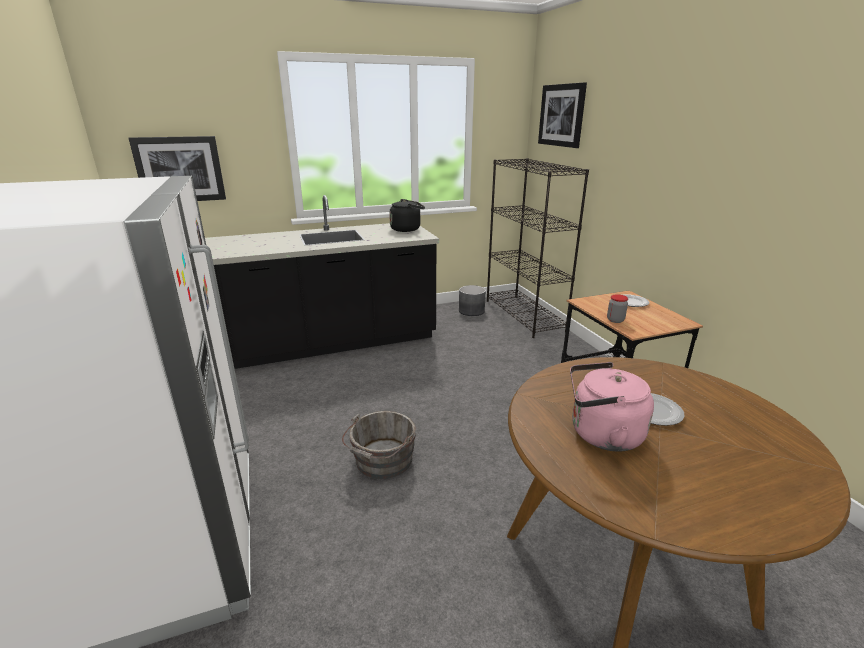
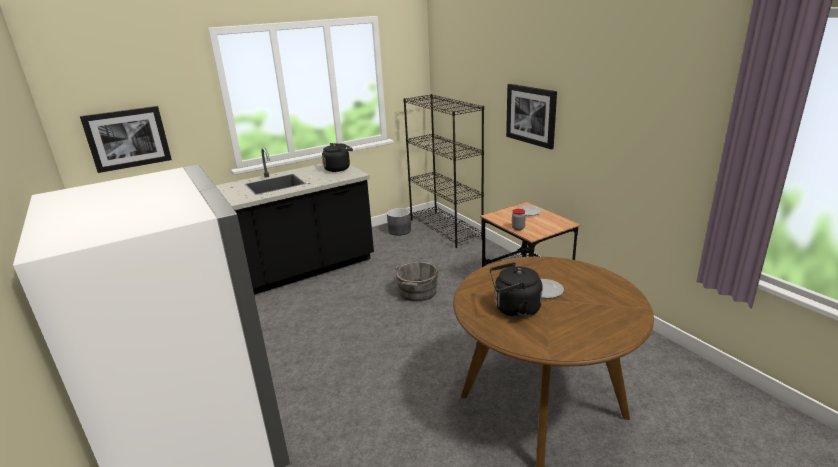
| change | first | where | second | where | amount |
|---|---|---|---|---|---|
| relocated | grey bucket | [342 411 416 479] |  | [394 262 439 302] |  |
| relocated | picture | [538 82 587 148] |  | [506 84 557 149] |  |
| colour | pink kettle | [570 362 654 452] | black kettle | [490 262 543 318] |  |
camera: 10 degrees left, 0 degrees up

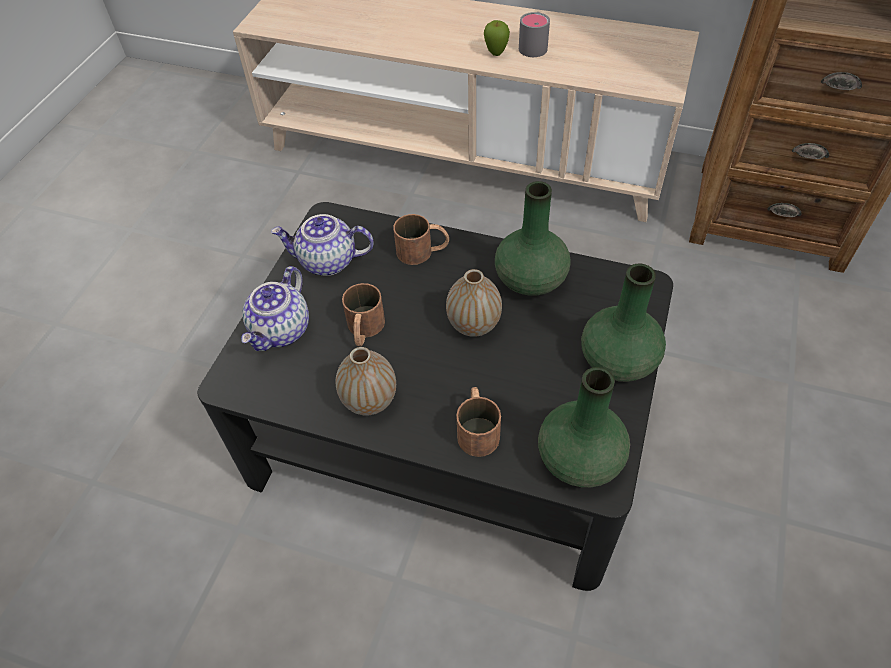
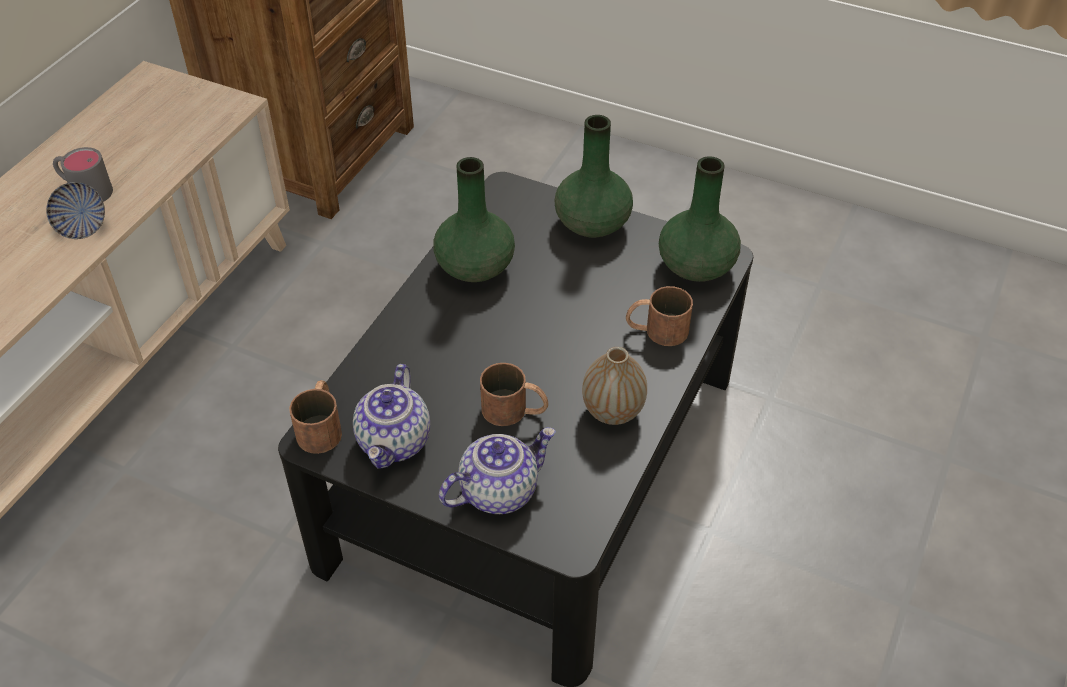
| change | first | where | second | where | amount |
|---|---|---|---|---|---|
| missing | vase | [446 269 502 337] |  |  |  |
| relocated | brown mug | [394 214 449 265] |  | [289 380 342 454] |  |
| exchanged | apple | [484 20 510 56] | bowl | [46 182 105 239] |  |
| spun | teapot | [241 266 309 351] |  | [439 427 556 514] | 60 degrees counterclockwise |
camera: 85 degrees left, 5 degrees down

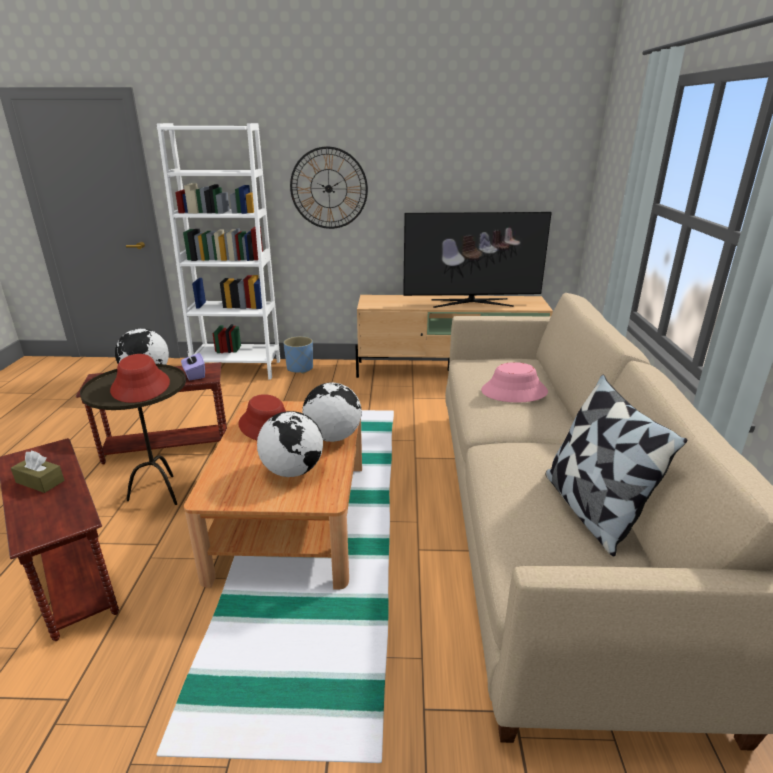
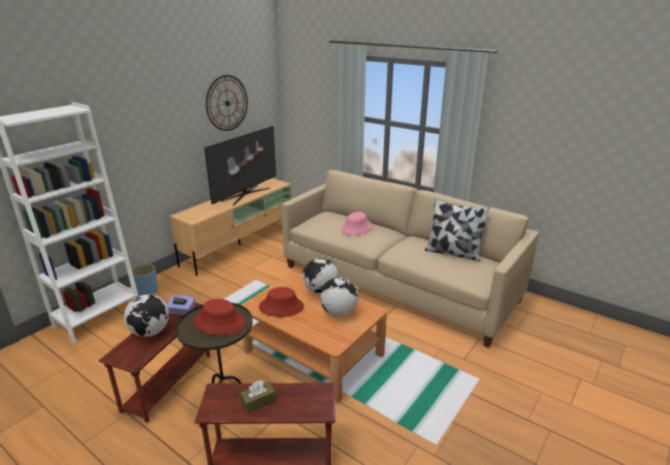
| change | first | where | second | where | amount |
|---|---|---|---|---|---|
| relocated | wall clock | [290 146 368 229] |  | [206 75 248 131] |  |
camera: 55 degrees left, 0 degrees up

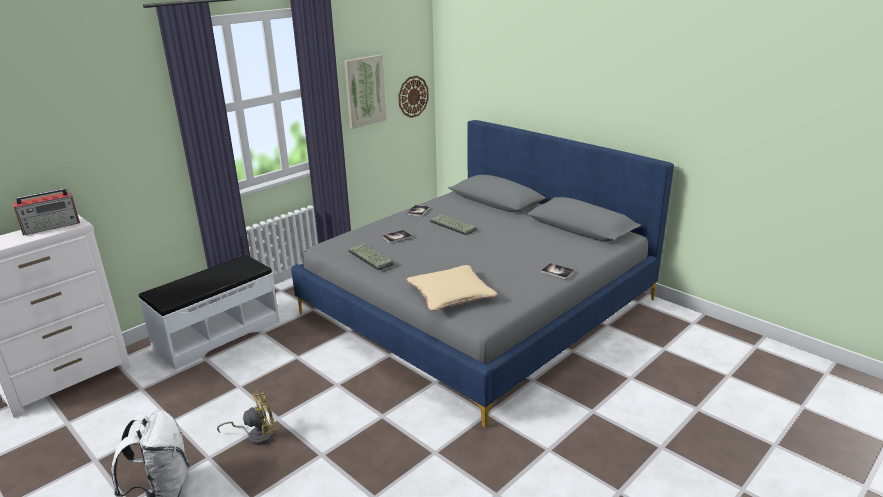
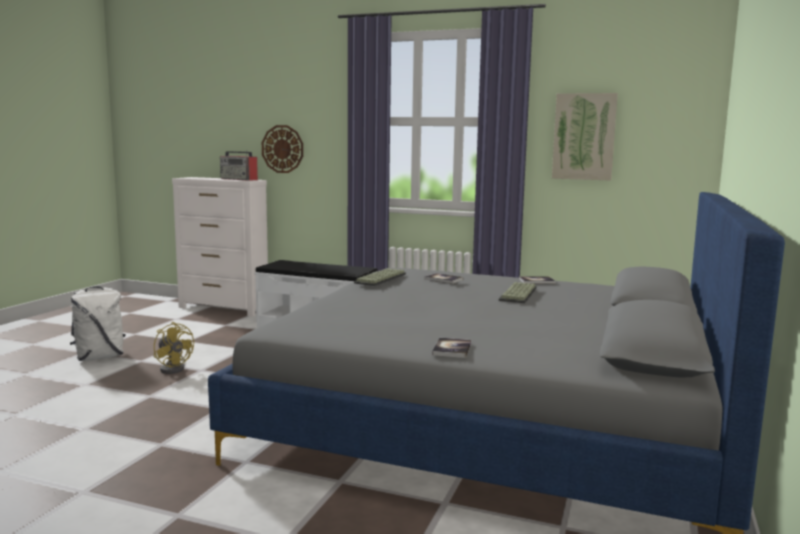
| change | first | where | second | where | amount |
|---|---|---|---|---|---|
| missing | beige pillow | [406 265 498 311] |  |  |  |
| relocated | wall clock | [399 76 429 118] |  | [262 125 303 173] |  |
camera: 65 degrees right, 15 degrees down

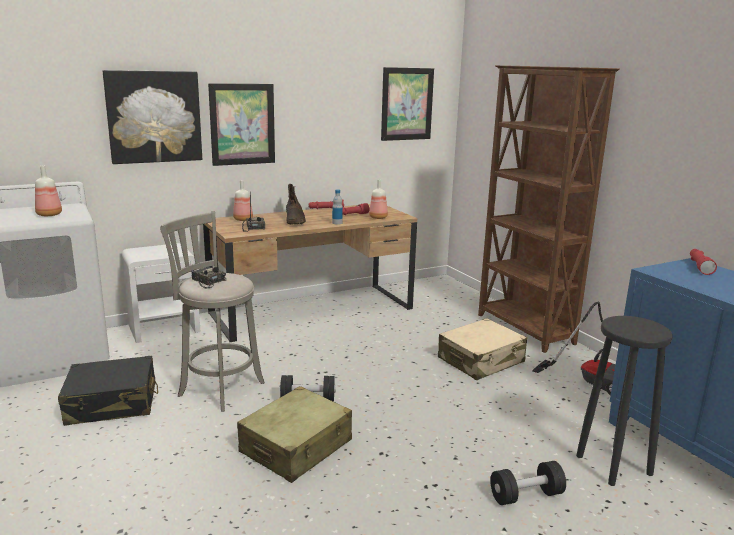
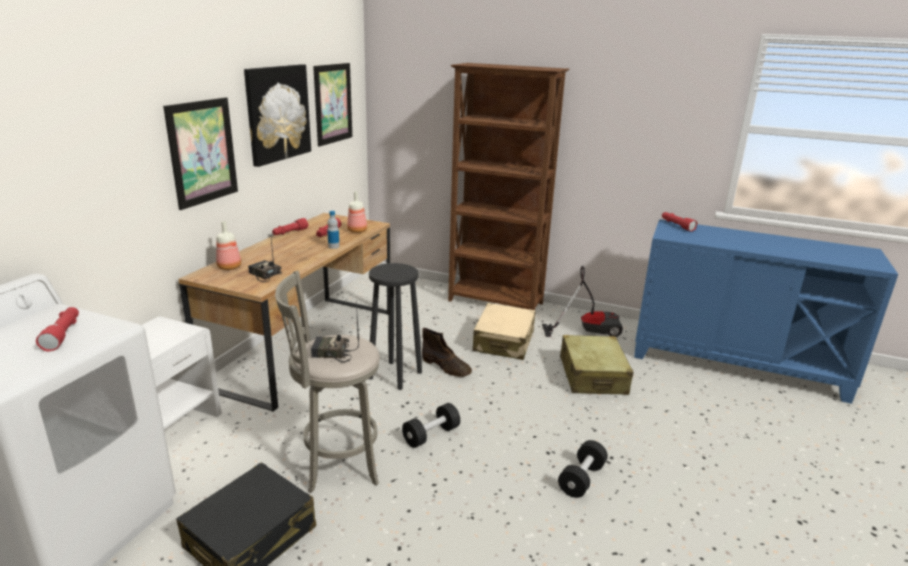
| change | first | where | second | where | amount |
|---|---|---|---|---|---|
| relocated | picture | [103 70 202 164] |  | [244 64 311 167] |  |
| relocated | beige suitcase | [237 386 352 483] |  | [560 335 633 395] |  |
| relocated | brown boot | [286 184 306 224] |  | [422 328 472 377] |  |
| relocated | black dumbbell | [490 461 566 505] |  | [558 440 608 498] |  |
| relocated | black stool | [576 316 673 486] |  | [369 263 422 390] |  |
| exchanged | bottle | [35 166 62 216] | red flashlight | [36 307 79 352] |  |
camera: 40 degrees left, 5 degrees up

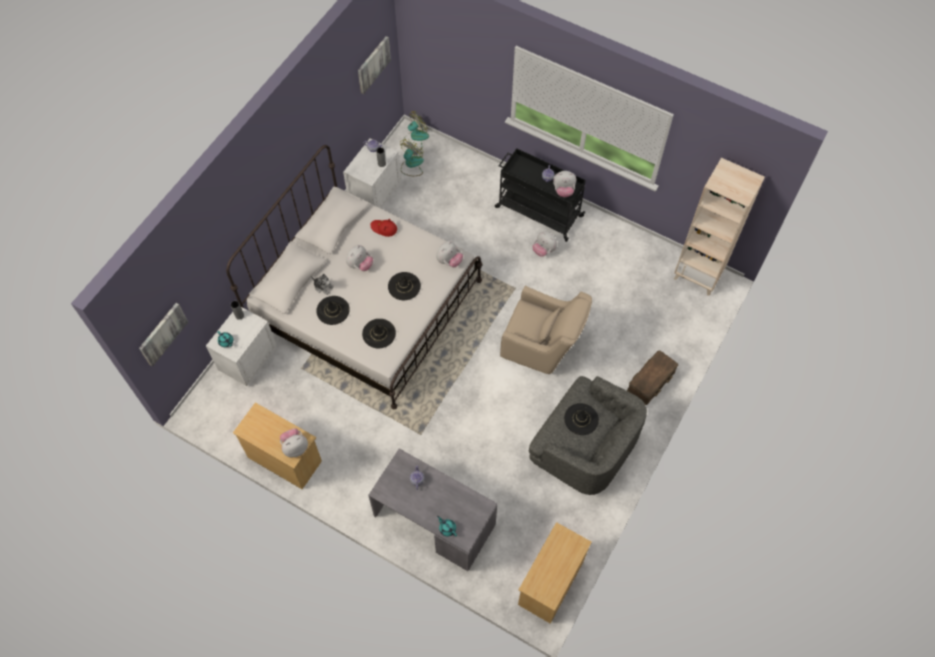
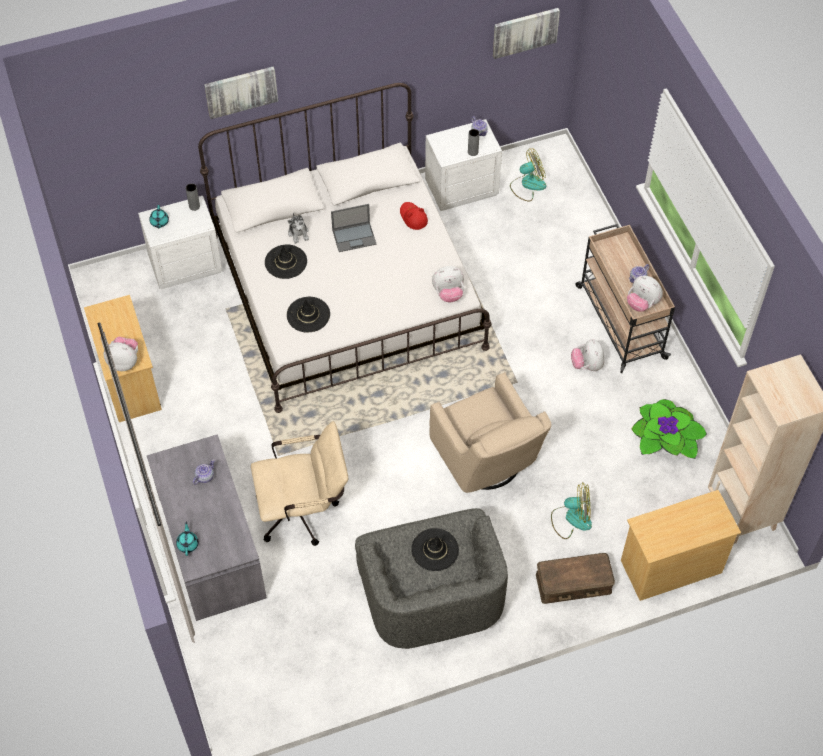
| change | first | where | second | where | amount |
|---|---|---|---|---|---|
| missing | black hat | [388 272 421 300] |  |  |  |
| appeared |  |  | beige office chair | [251 421 348 546] |  |
| appeared |  |  | potted plant | [632 399 707 459] |  |
| relocated | picture | [139 303 188 367] |  | [204 66 278 119] |  |
| relocated | fan | [403 111 429 145] |  | [551 482 592 539] |  |
| relocated | beige dresser | [518 522 592 624] |  | [621 490 741 601] |  |
| exchanged | plush toy | [346 245 373 271] | laptop | [331 204 377 252] |  |
| colour | black cart | [495 148 586 242] | beige cart | [575 224 675 373] |  |
camera: 40 degrees right, 5 degrees down

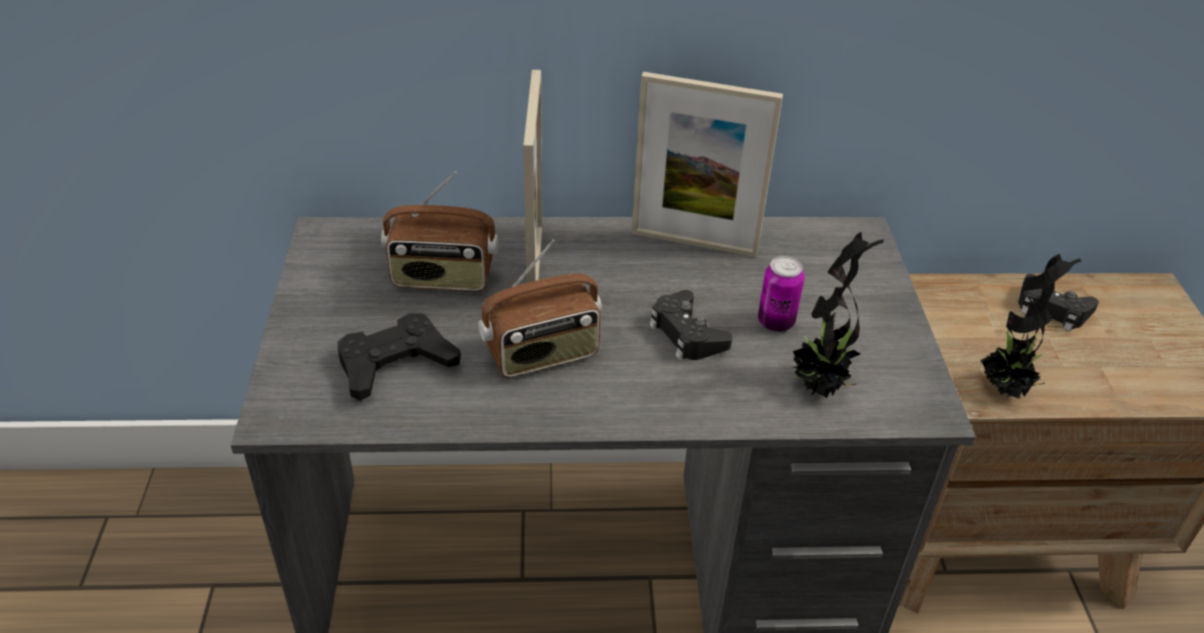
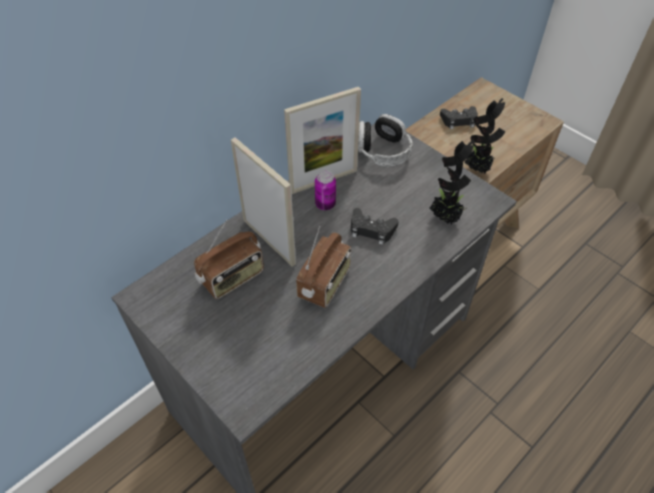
| change | first | where | second | where | amount |
|---|---|---|---|---|---|
| missing | black game controller | [337 313 461 401] |  |  |  |
| appeared |  |  | headphones | [358 114 413 167] |  |
| relocated | can | [758 256 805 332] |  | [315 171 336 210] |  |
camera: 40 degrees left, 10 degrees up

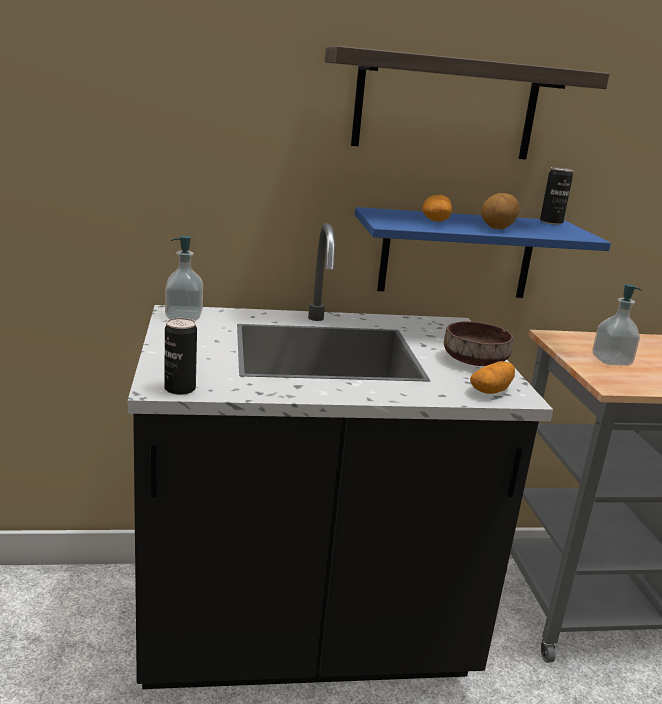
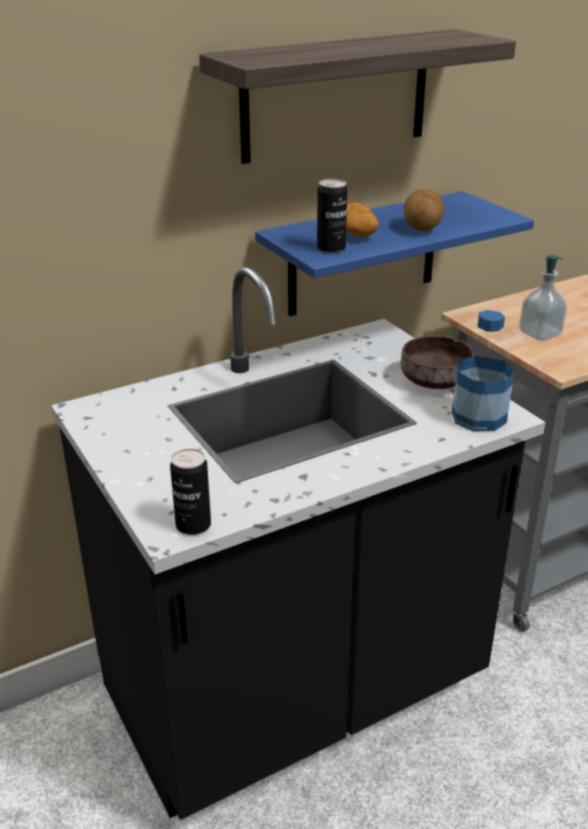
| change | first | where | second | where | amount |
|---|---|---|---|---|---|
| missing | soap dispenser | [165 236 203 321] |  |  |  |
| relocated | can | [540 167 573 225] |  | [317 179 347 253] |  |
| exchanged | potato | [470 361 515 394] | bottle | [452 310 514 431] |  |
camera: 20 degrees left, 10 degrees up

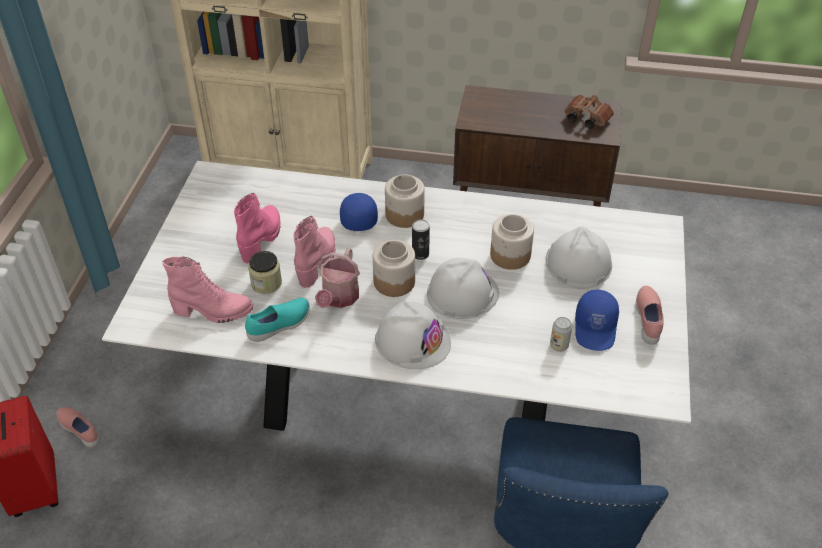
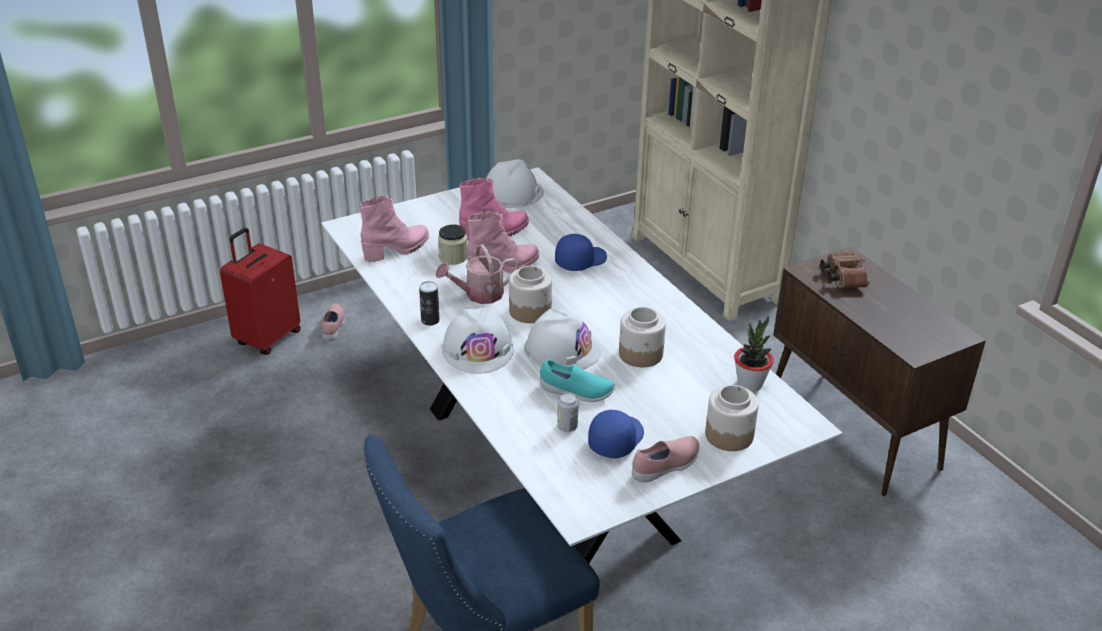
| change | first | where | second | where | amount |
|---|---|---|---|---|---|
| appeared |  |  | potted plant | [734 316 774 392] |  |
| relocated | turquoise shoe | [245 298 310 342] |  | [540 359 615 402] |  |
| relocated | jar | [385 174 425 228] |  | [705 385 759 451] |  |
| relocated | can | [412 220 430 260] |  | [419 281 440 326] |  |
| relocated | white hard hat | [546 226 612 289] |  | [486 159 544 208] |  |
| relocated | brown binoculars | [564 95 614 129] |  | [820 252 870 288] |  |
| spun | pink boot | [162 256 253 323] |  | [359 196 429 263] | 90 degrees counterclockwise |
| spun | blue cap | [575 290 619 351] |  | [588 410 644 458] | 150 degrees clockwise |
camera: 50 degrees right, 10 degrees down

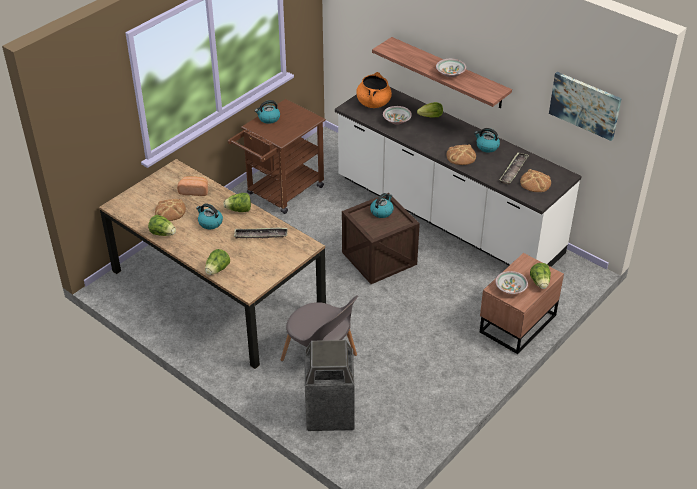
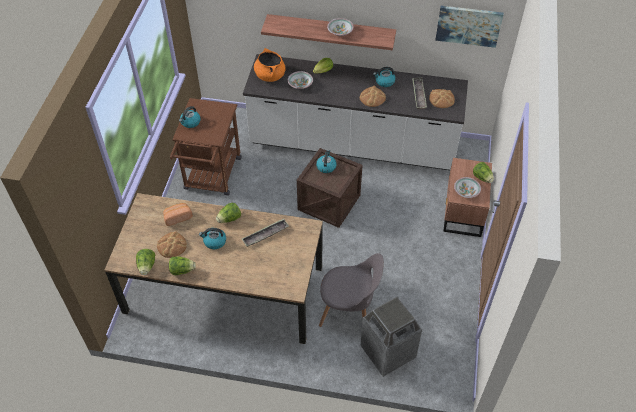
| change | first | where | second | where | amount |
|---|---|---|---|---|---|
| relocated | lettuce | [205 249 230 275] |  | [136 249 156 275] |  |
camera: 30 degrees left, 10 degrees up

